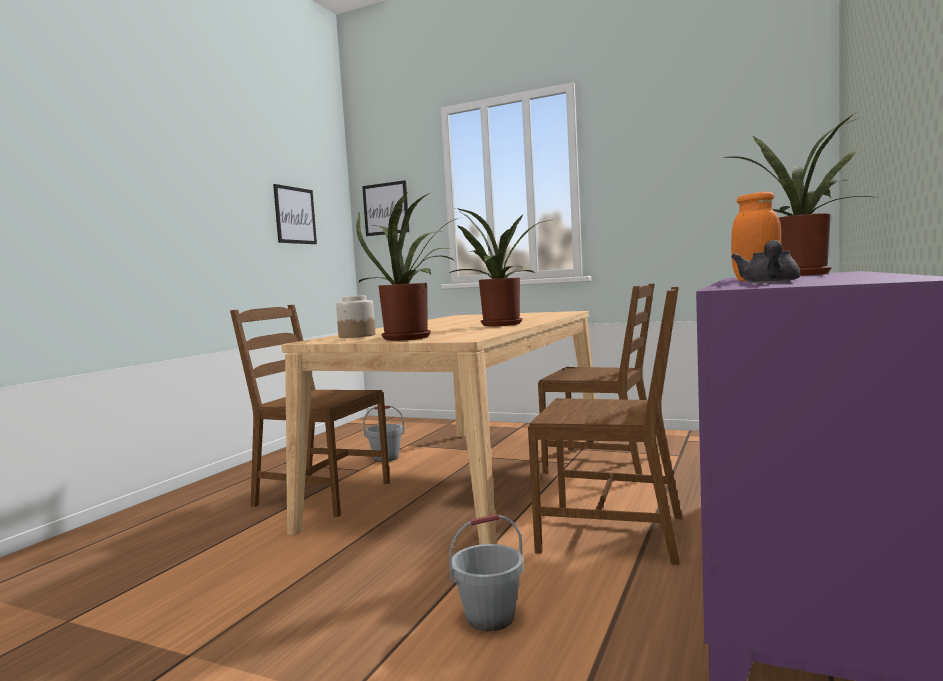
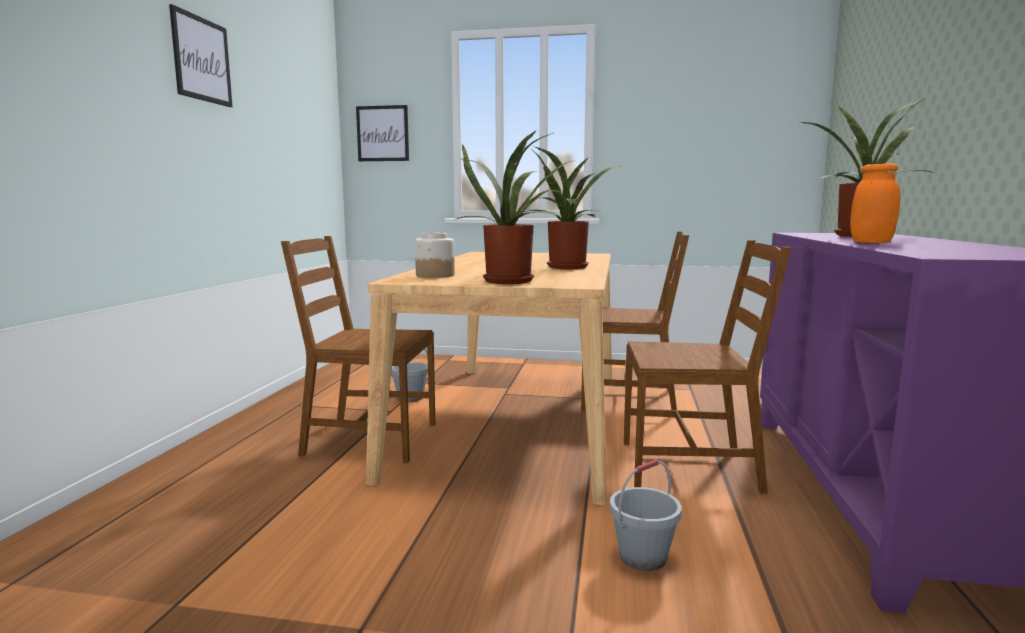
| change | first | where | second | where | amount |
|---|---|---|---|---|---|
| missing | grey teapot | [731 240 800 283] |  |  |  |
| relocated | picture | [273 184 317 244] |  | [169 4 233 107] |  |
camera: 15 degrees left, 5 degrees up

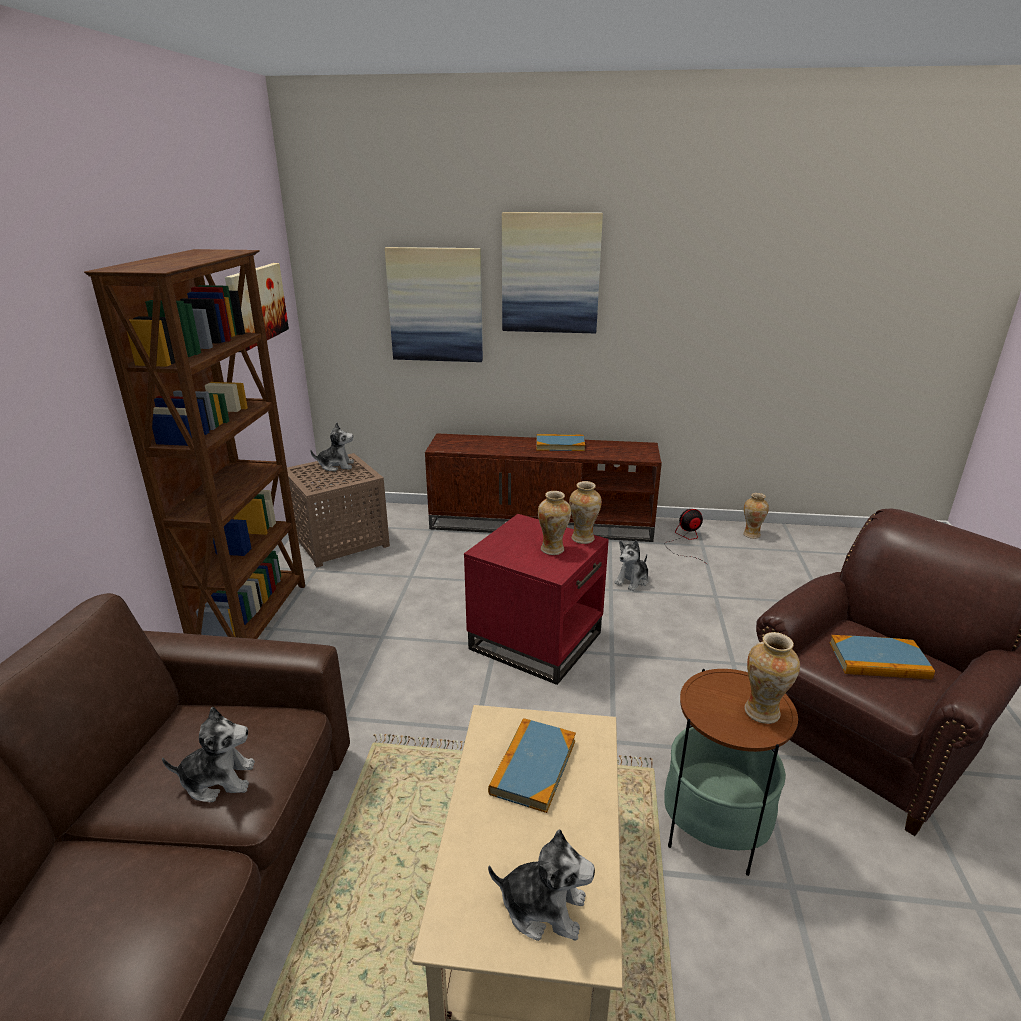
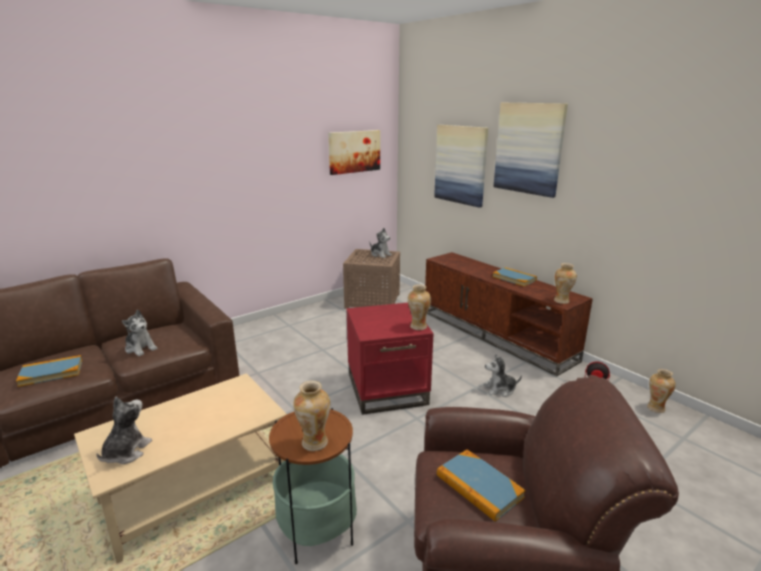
| change | first | where | second | where | amount |
|---|---|---|---|---|---|
| missing | brown bookcase | [84 249 305 639] |  |  |  |
| relocated | book | [488 718 576 813] |  | [16 355 82 387] |  |
| relocated | vase | [538 491 571 555] |  | [554 263 577 304] |  |
| spun | plush toy | [488 829 595 941] |  | [96 397 152 464] | 135 degrees counterclockwise |
camera: 45 degrees right, 5 degrees down

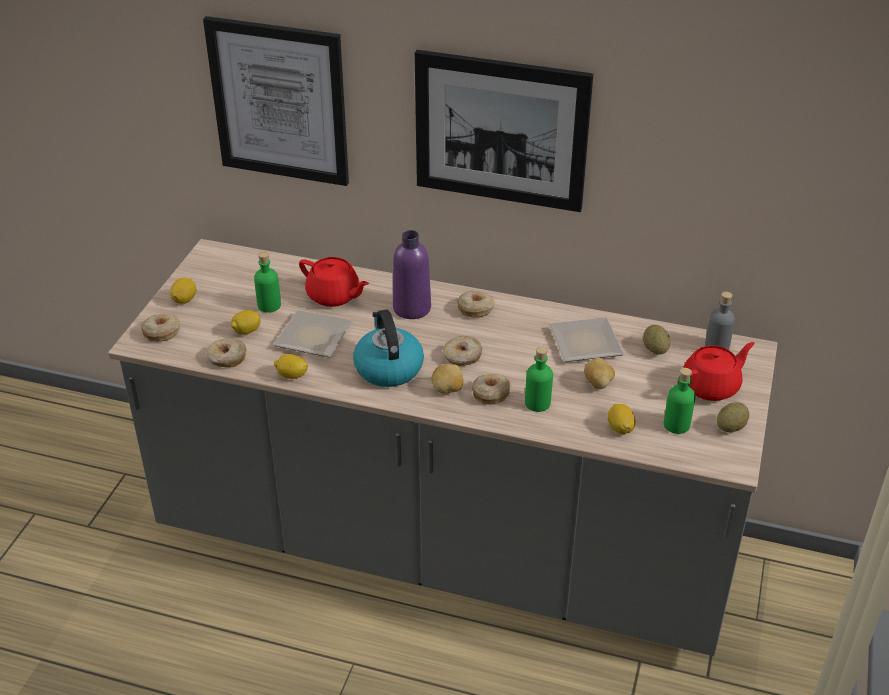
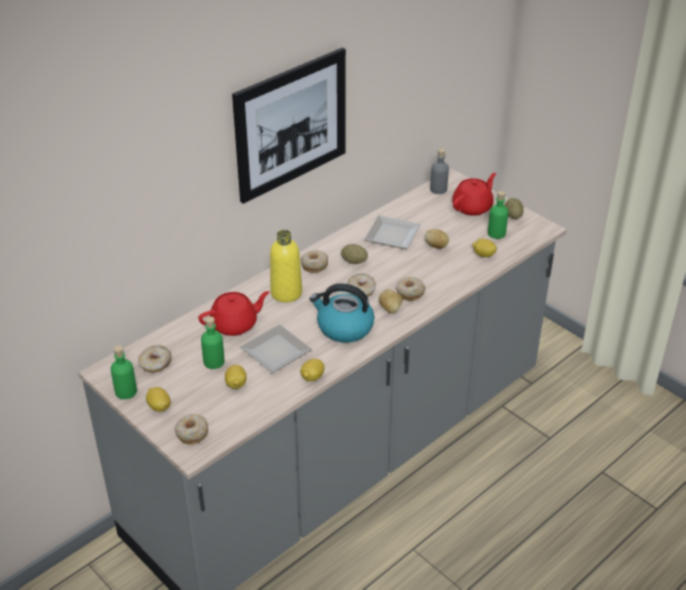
| change | first | where | second | where | amount |
|---|---|---|---|---|---|
| missing | picture | [203 16 349 186] |  |  |  |
| relocated | donut | [206 338 247 367] |  | [138 345 171 373] |  |
| relocated | green bottle | [525 347 553 412] |  | [111 346 137 399] |  |
| relocated | potato | [643 325 670 354] |  | [341 244 368 264] |  |
| colour | purple bottle | [393 230 431 319] | yellow bottle | [270 230 302 302] |  |
| spun | red teapot | [678 342 755 401] |  | [452 173 496 216] | 45 degrees clockwise |
camera: 60 degrees left, 0 degrees up

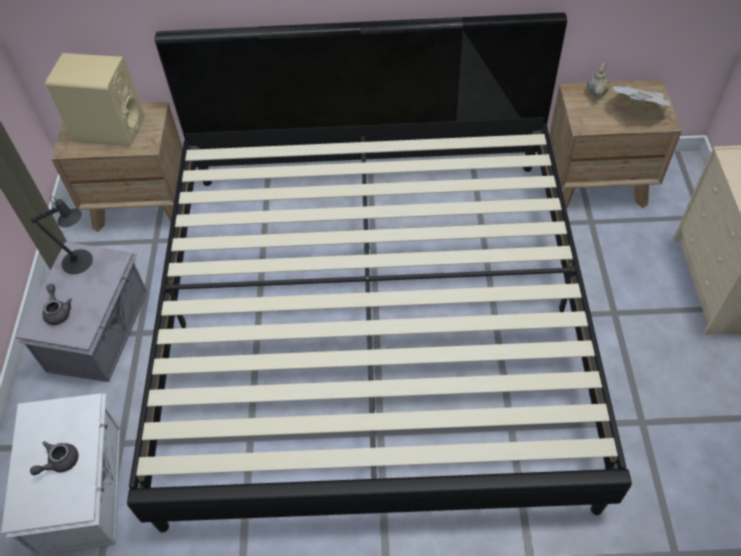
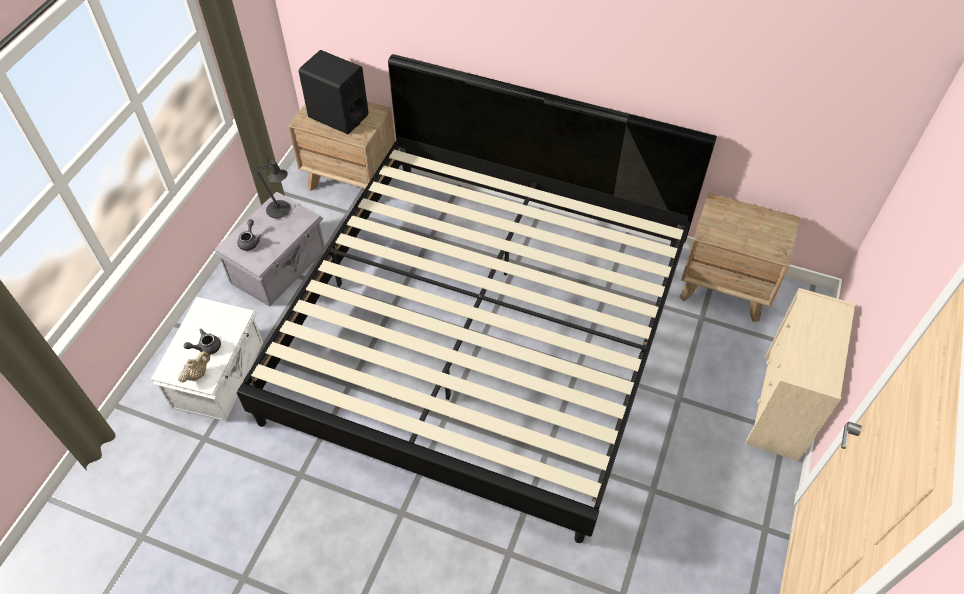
| change | first | where | second | where | amount |
|---|---|---|---|---|---|
| missing | newspaper | [613 86 672 106] |  |  |  |
| relocated | beige teapot | [587 62 610 97] |  | [178 351 210 383] |  |
| colour | beige speaker | [45 53 144 146] | black speaker | [299 50 369 134] |  |
camera: 20 degrees right, 0 degrees up

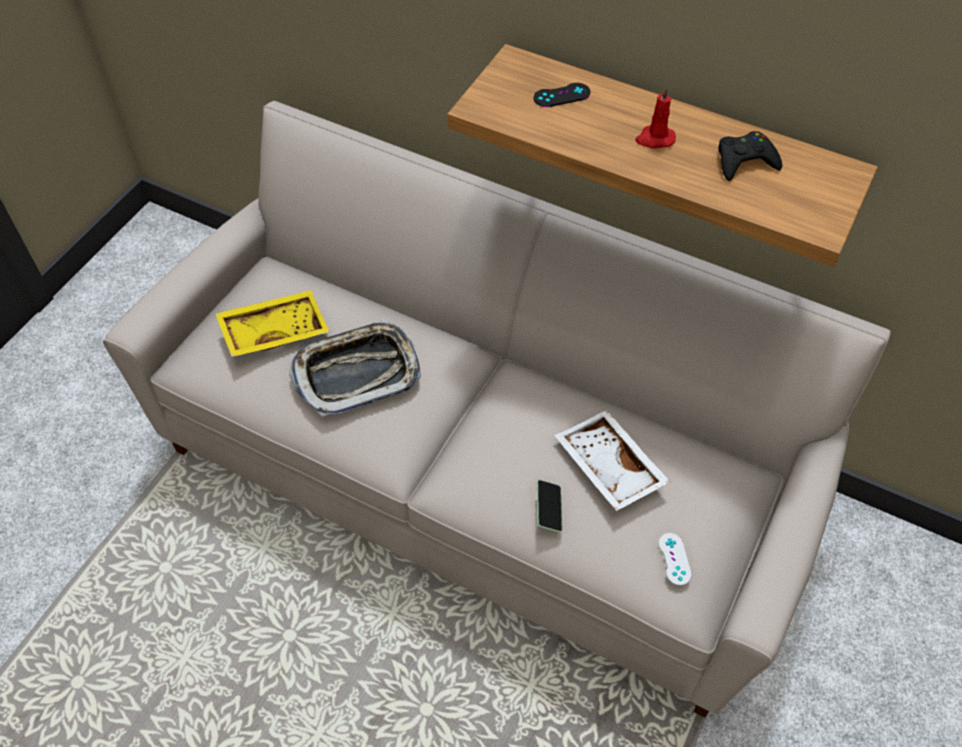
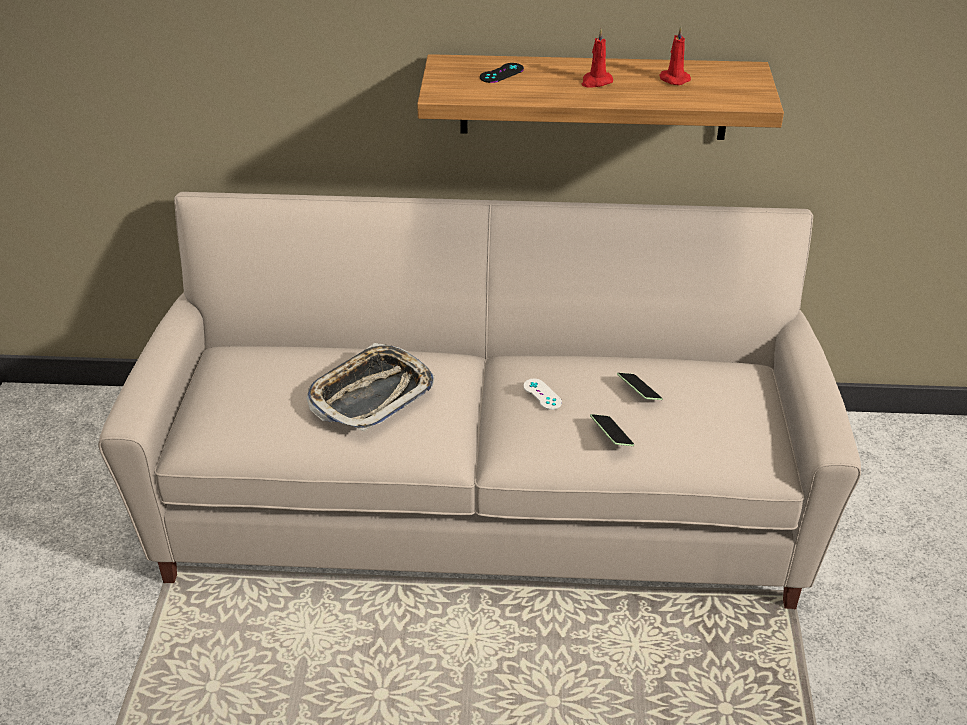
| change | first | where | second | where | amount |
|---|---|---|---|---|---|
| missing | yellow tray | [215 290 330 357] |  |  |  |
| relocated | white game controller | [658 533 692 586] |  | [523 379 562 410] |  |
| exchanged | white tray | [554 410 670 511] | phone | [617 373 663 400] |  |
| exchanged | black game controller | [718 131 782 181] | red candle | [659 27 691 85] |  |
camera: 25 degrees left, 15 degrees down

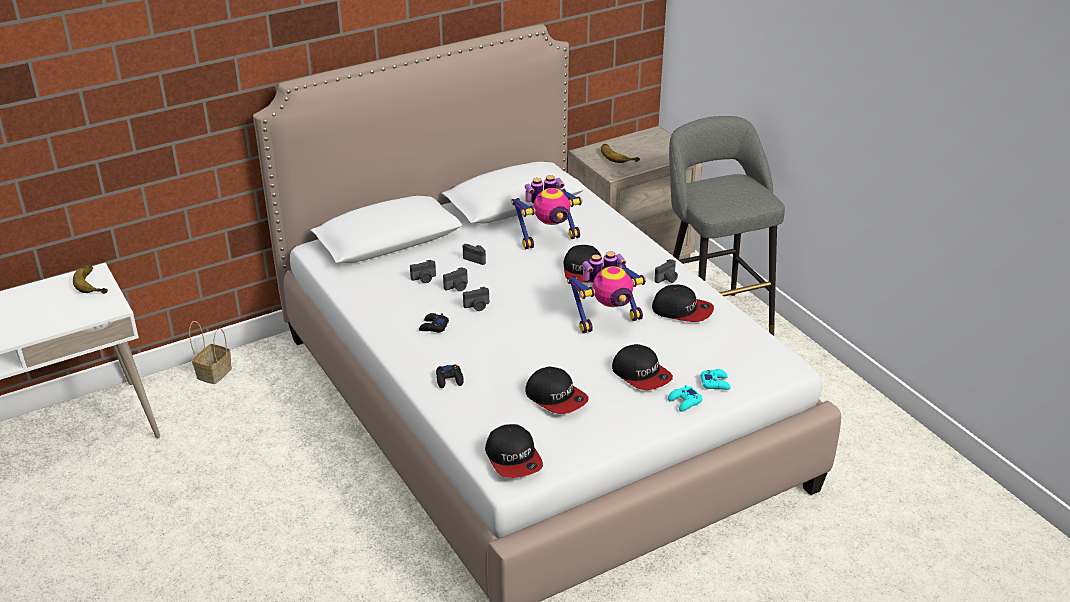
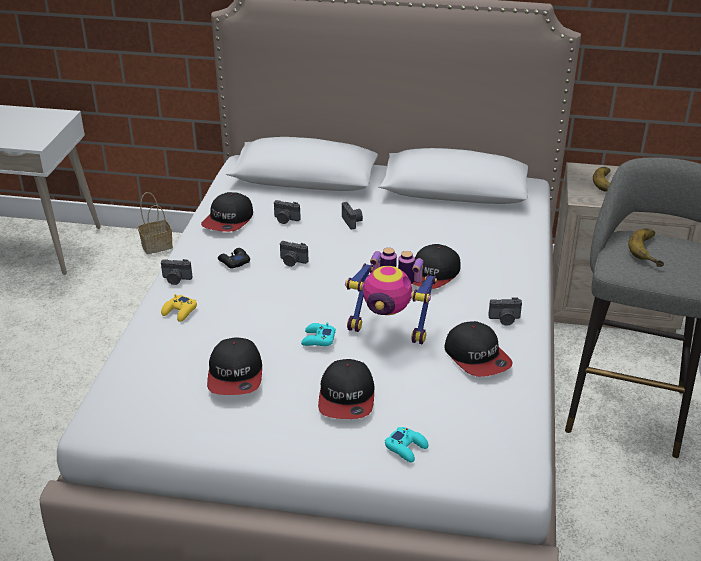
| change | first | where | second | where | amount |
|---|---|---|---|---|---|
| missing | toy robot | [511 175 583 249] |  |  |  |
| relocated | banana | [73 265 108 294] |  | [628 228 664 267] |  |
| relocated | photo camera | [443 267 468 291] |  | [161 259 192 285] |  |
| relocated | cap | [485 424 543 478] |  | [201 192 253 232] |  |
| relocated | turquoise game controller | [668 385 702 412] |  | [301 323 336 346] |  |
| colour | black game controller | [436 364 464 388] | yellow game controller | [161 294 197 322] |  |
camera: 40 degrees right, 0 degrees up

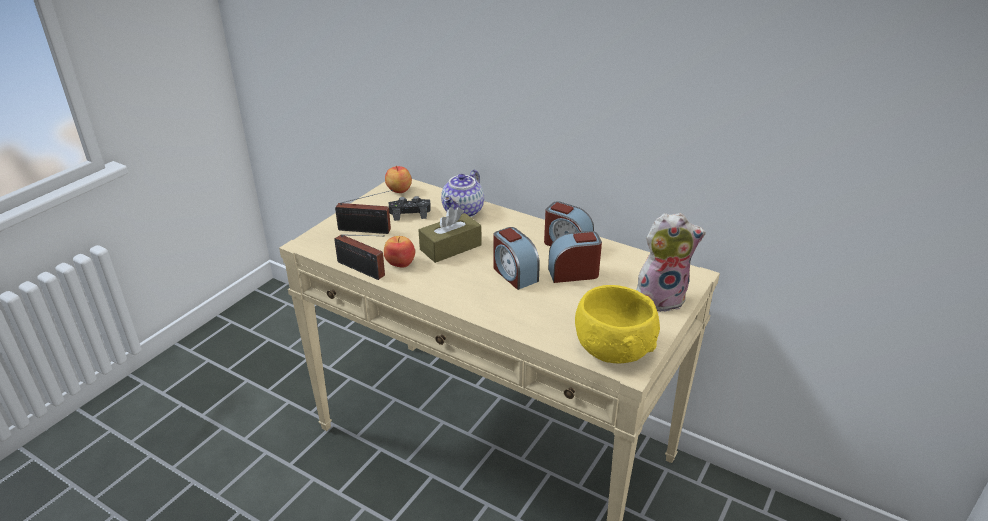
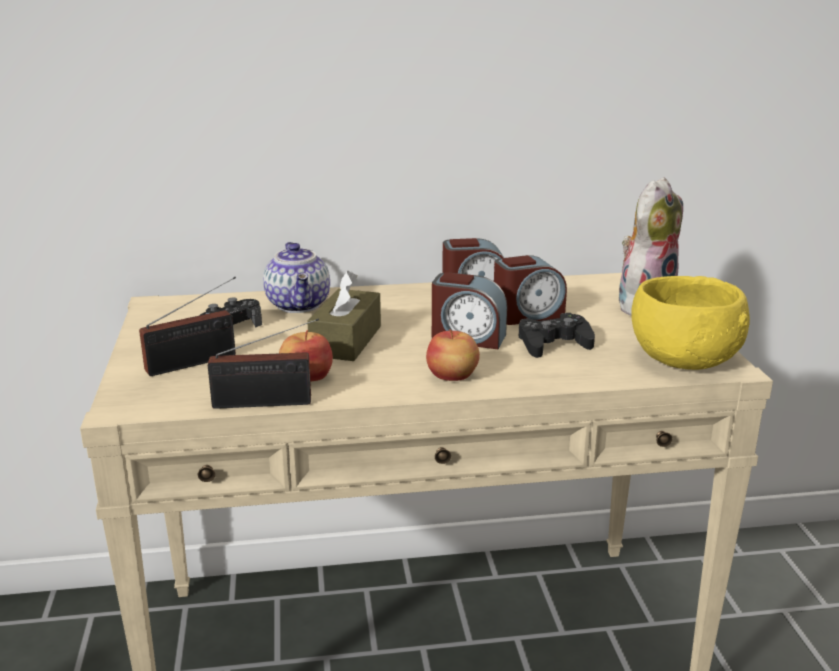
| change | first | where | second | where | amount |
|---|---|---|---|---|---|
| appeared |  |  | black game controller | [519 313 595 358] |  |
| relocated | apple | [385 166 412 193] |  | [426 329 480 381] |  |
| spun | alarm clock | [548 231 602 283] |  | [494 255 567 325] | 150 degrees counterclockwise |
camera: 40 degrees left, 10 degrees down

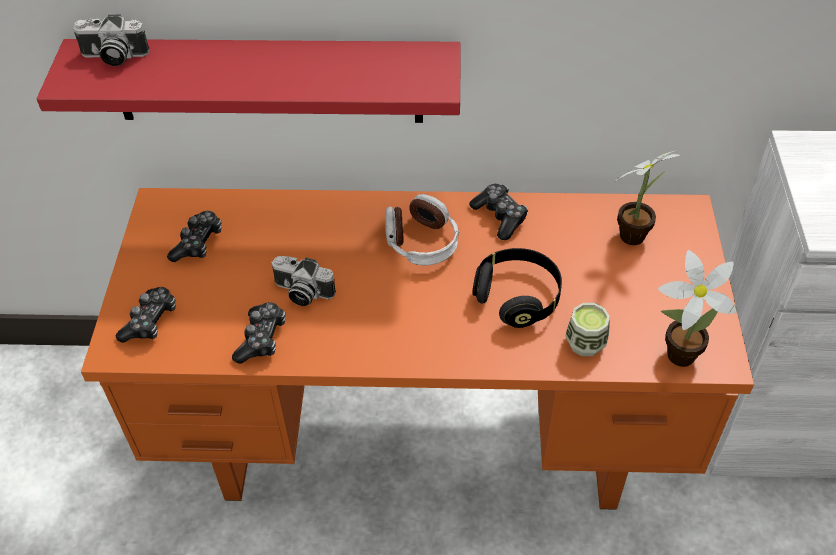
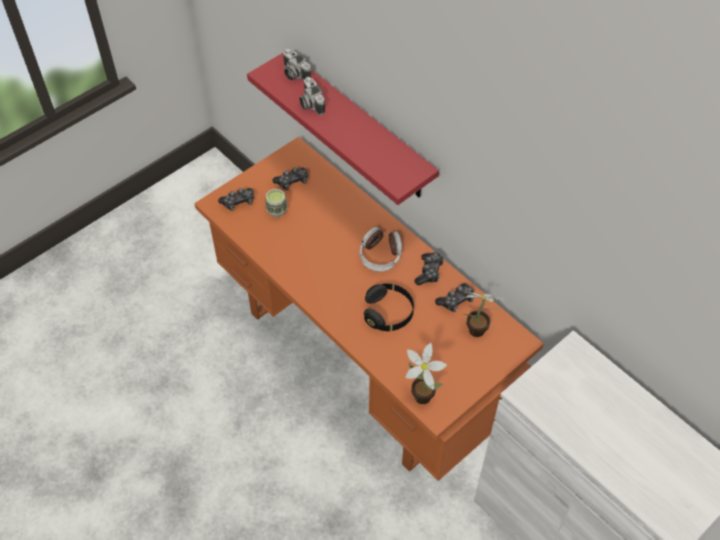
| change | first | where | second | where | amount |
|---|---|---|---|---|---|
| relocated | game controller | [232 302 285 364] |  | [435 283 475 312] |  |
| relocated | photo camera | [271 256 336 306] |  | [299 77 325 115] |  |
| relocated | cup | [565 303 610 356] |  | [265 189 288 217] |  |
camera: 45 degrees right, 5 degrees up

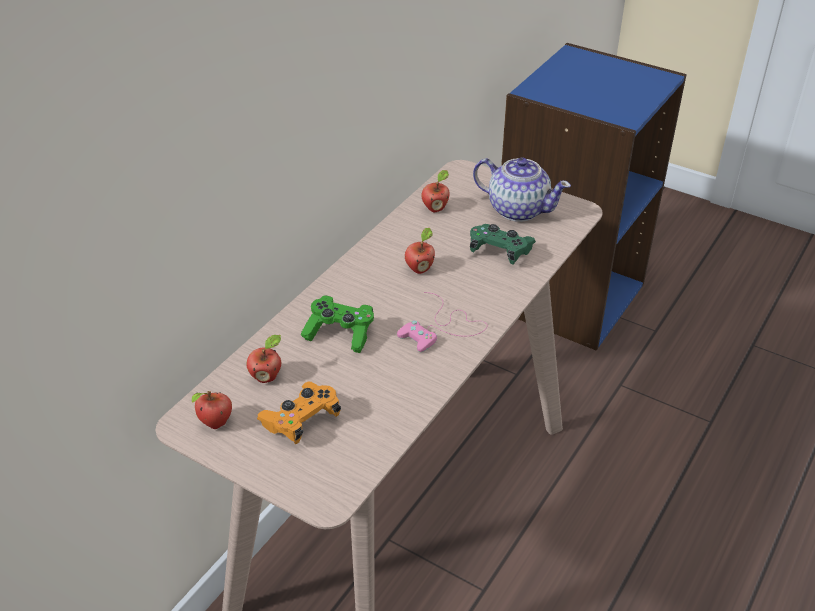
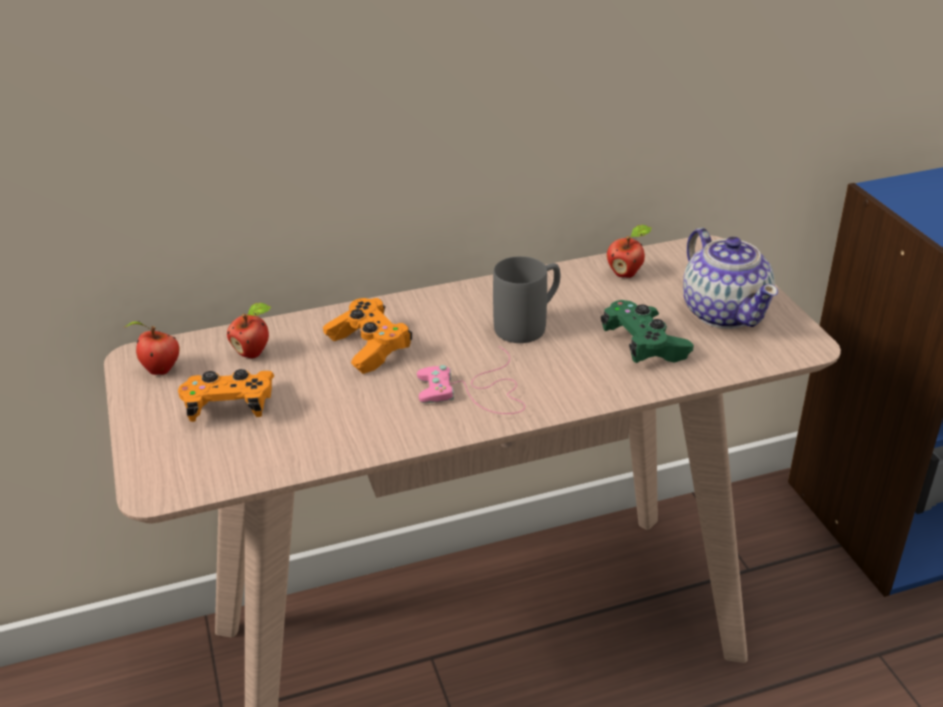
| change | first | where | second | where | amount |
|---|---|---|---|---|---|
| exchanged | apple | [405 228 435 274] | grey mug | [493 256 560 343] |  |
| colour | green game controller | [301 296 374 353] | orange game controller | [323 298 412 374] |  |
camera: 40 degrees right, 5 degrees down

